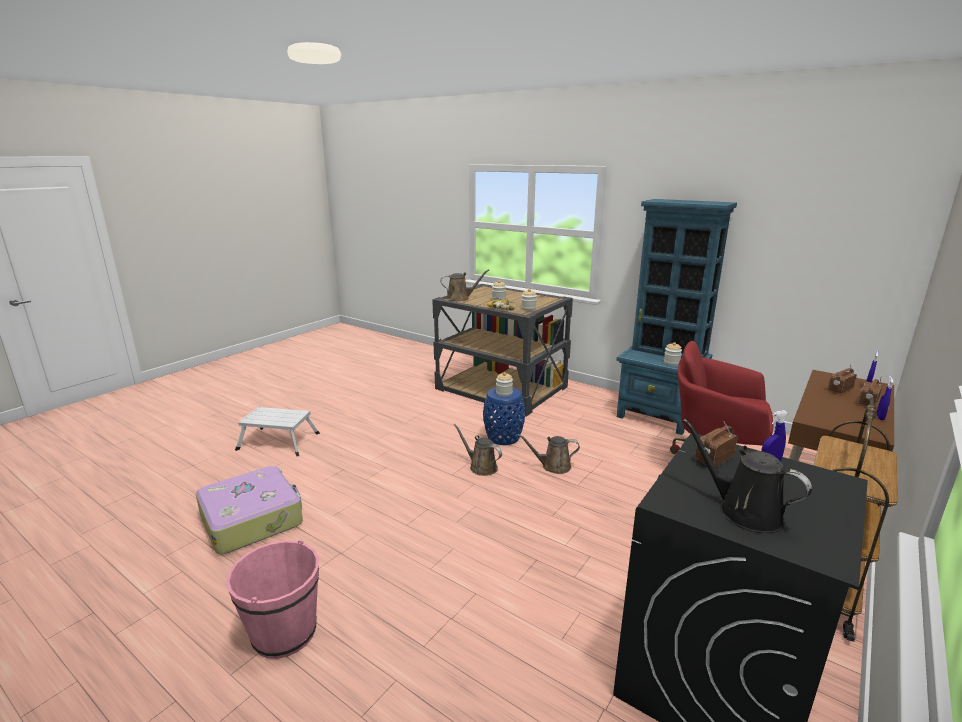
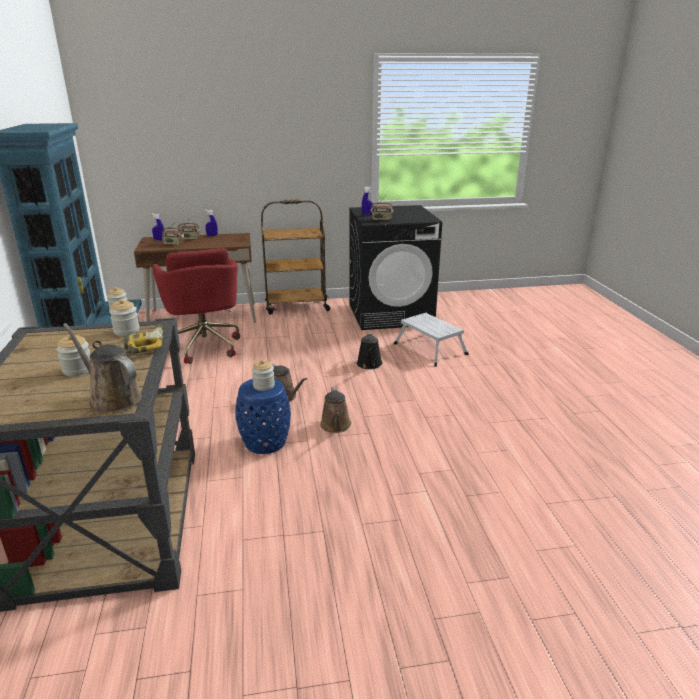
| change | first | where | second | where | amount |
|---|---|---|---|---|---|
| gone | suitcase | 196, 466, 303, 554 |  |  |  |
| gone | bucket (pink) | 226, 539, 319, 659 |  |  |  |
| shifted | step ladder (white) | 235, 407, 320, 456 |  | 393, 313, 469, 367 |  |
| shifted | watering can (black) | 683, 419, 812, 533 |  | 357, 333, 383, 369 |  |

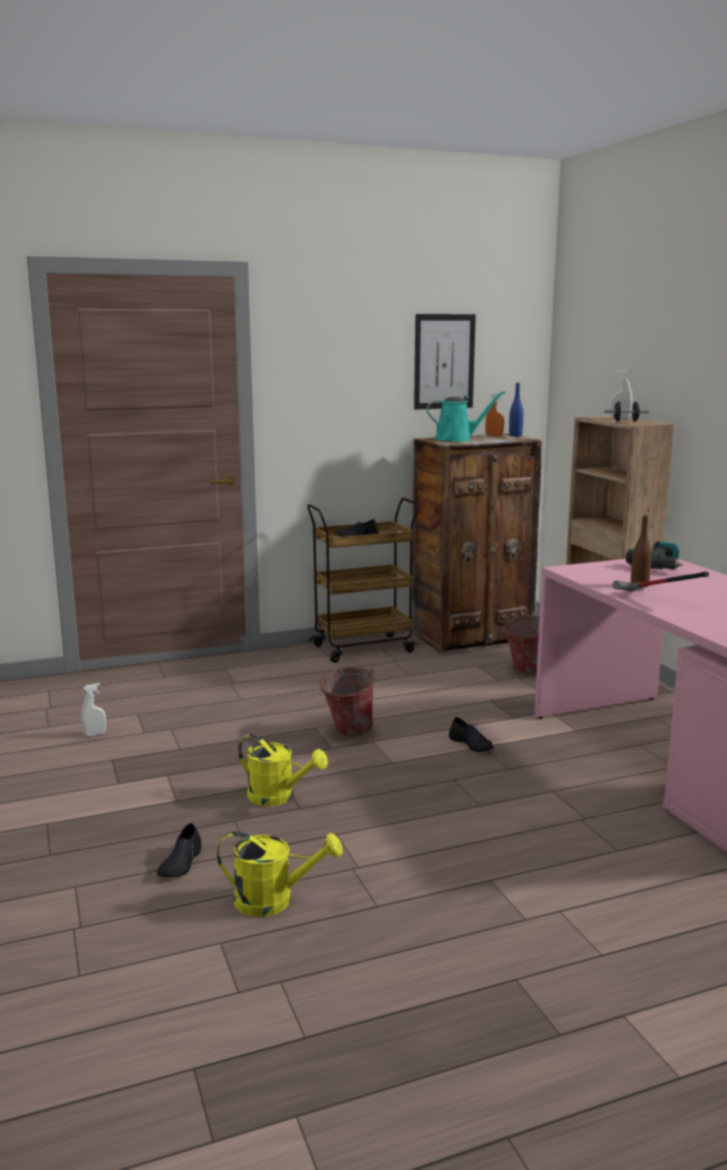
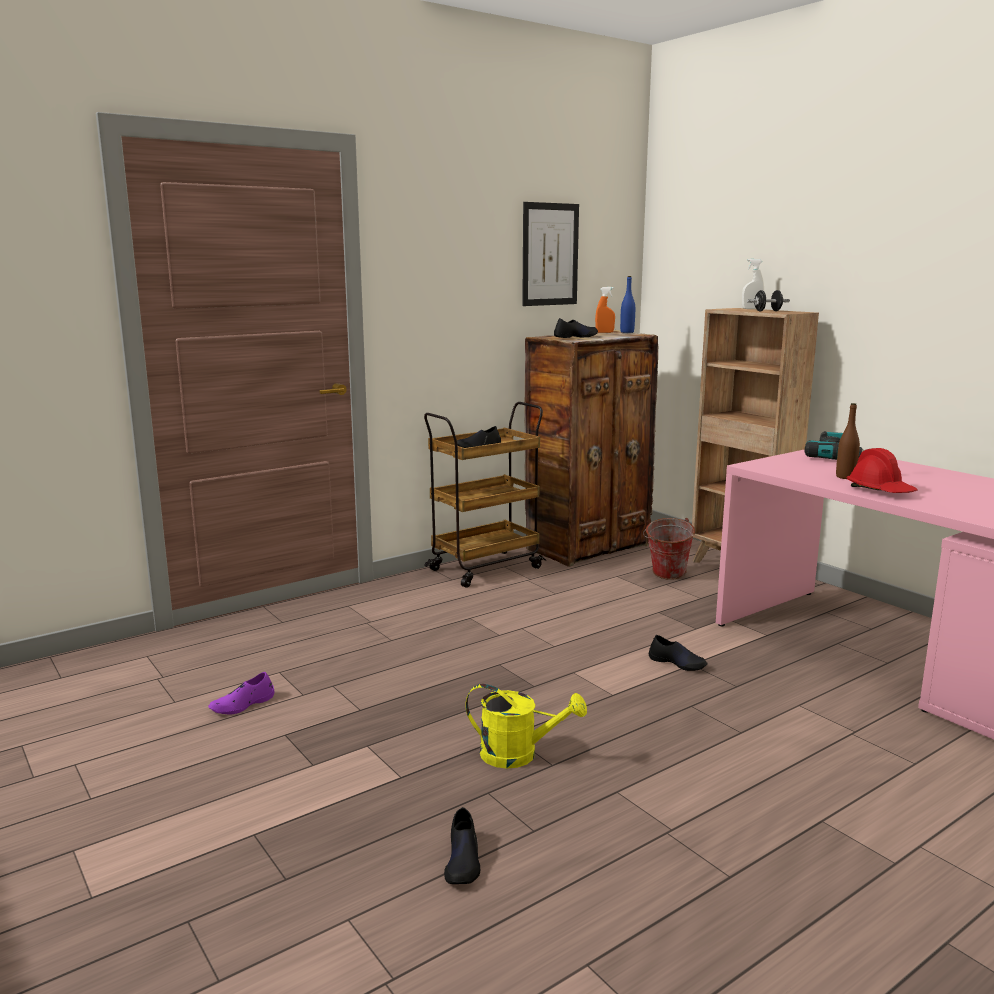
| change | first | where | second | where | amount |
|---|---|---|---|---|---|
| swapped | spray bottle (white) | 81, 683, 106, 737 | shoe (purple) | 208, 672, 274, 714 |  |
| gone | watering can (yellow) | 217, 831, 343, 917 |  |  |  |
| gone | bucket | 318, 666, 375, 736 |  |  |  |
| swapped | watering can (turquoise) | 426, 391, 505, 442 | shoe (black) | 554, 318, 598, 338 |  |
| swapped | hammer | 612, 571, 709, 591 | hard hat (red) | 846, 448, 918, 493 |  |

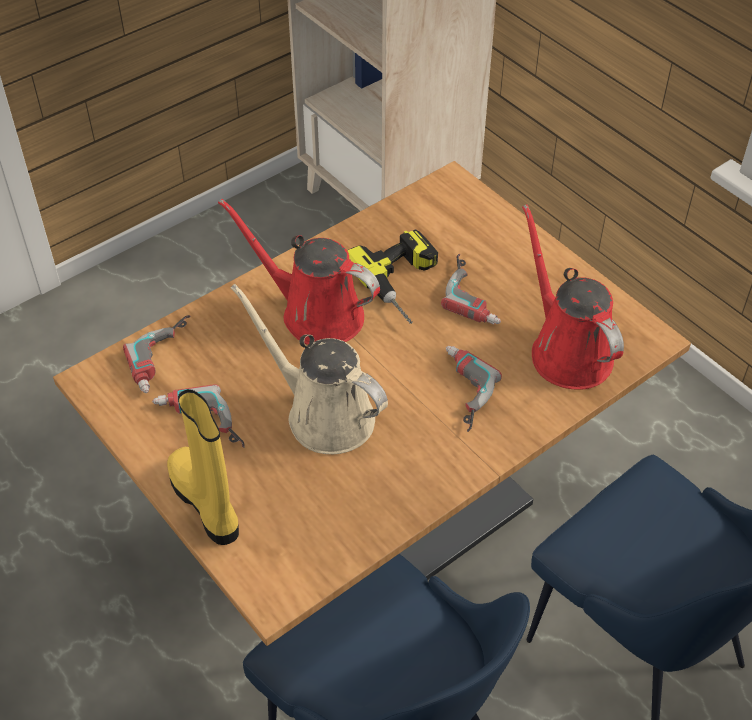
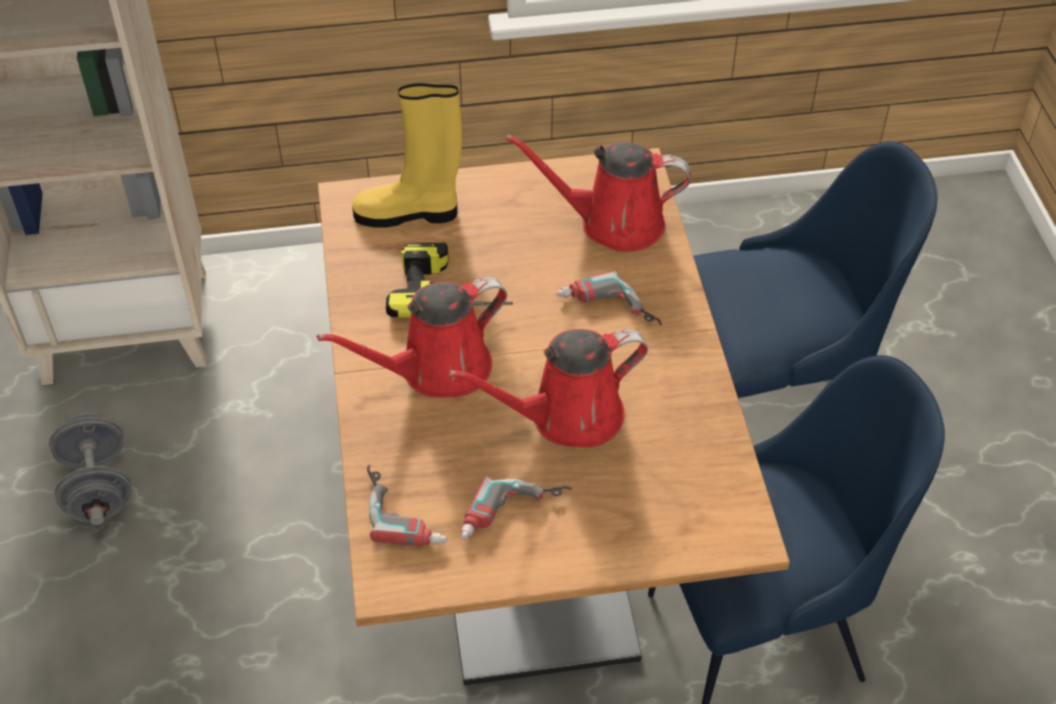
| change | first | where | second | where | amount |
|---|---|---|---|---|---|
| shifted | boot (yellow) | 167, 389, 239, 545 |  | 352, 83, 462, 228 |  |
| repainted | watering can (beige) | 231, 284, 388, 454 | watering can (red) | 448, 329, 648, 448 |  |
| gone | power drill | 441, 254, 501, 325 |  |  |  |
| new |  |  | dumbbell (grey) | 49, 413, 132, 525 |  |

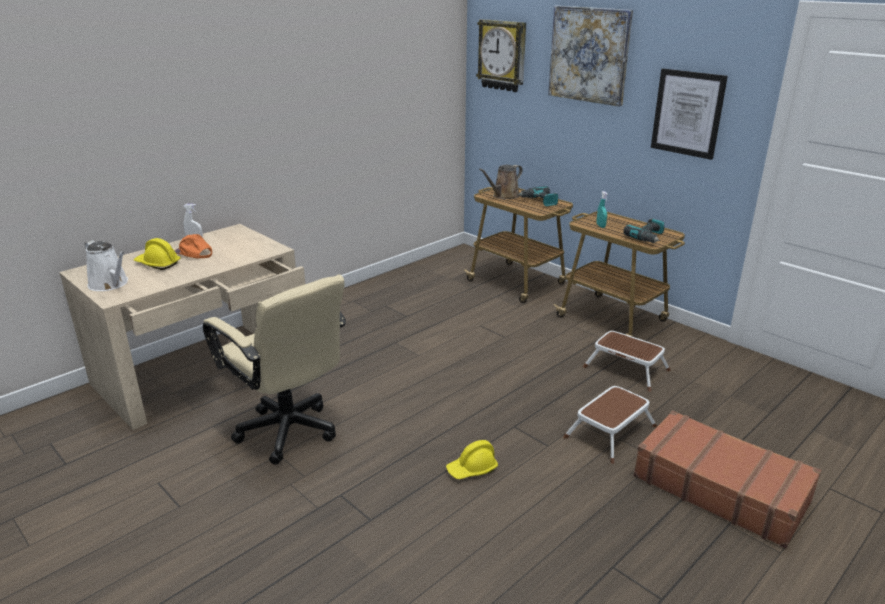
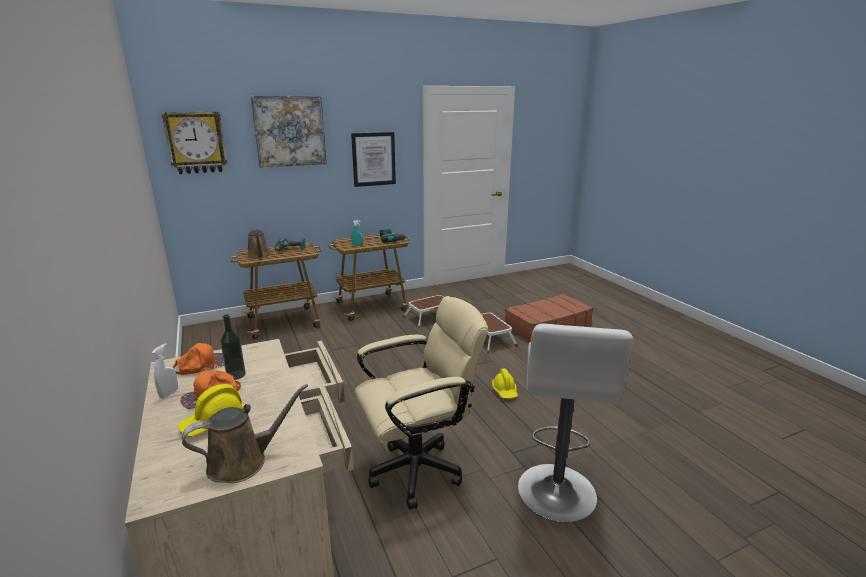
| change | first | where | second | where | amount |
|---|---|---|---|---|---|
| repainted | watering can (white) | 85, 240, 128, 291 | watering can (brown) | 182, 384, 308, 483 |  |
| new |  |  | cap (orange) | 173, 343, 225, 375 |  |
| new |  |  | bottle | 220, 314, 246, 380 |  |
| new |  |  | stool (white) | 518, 324, 633, 522 |  |

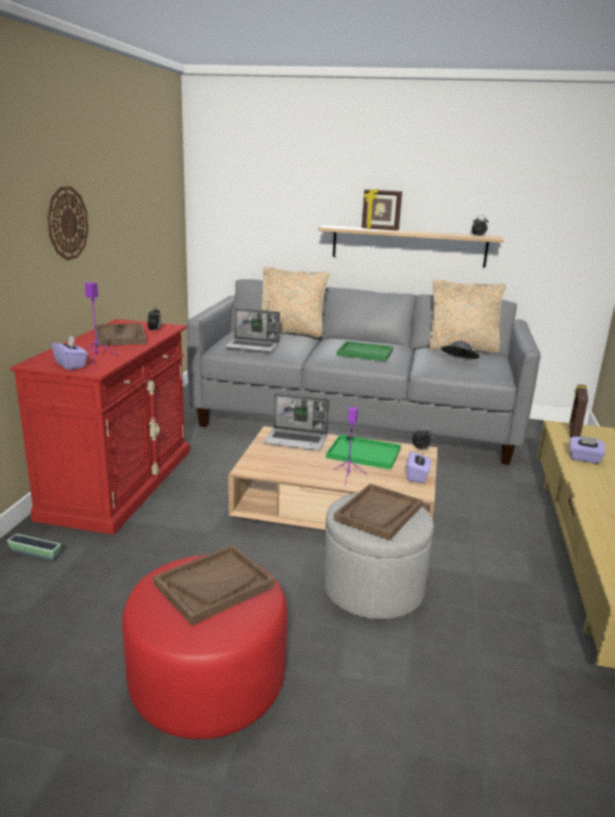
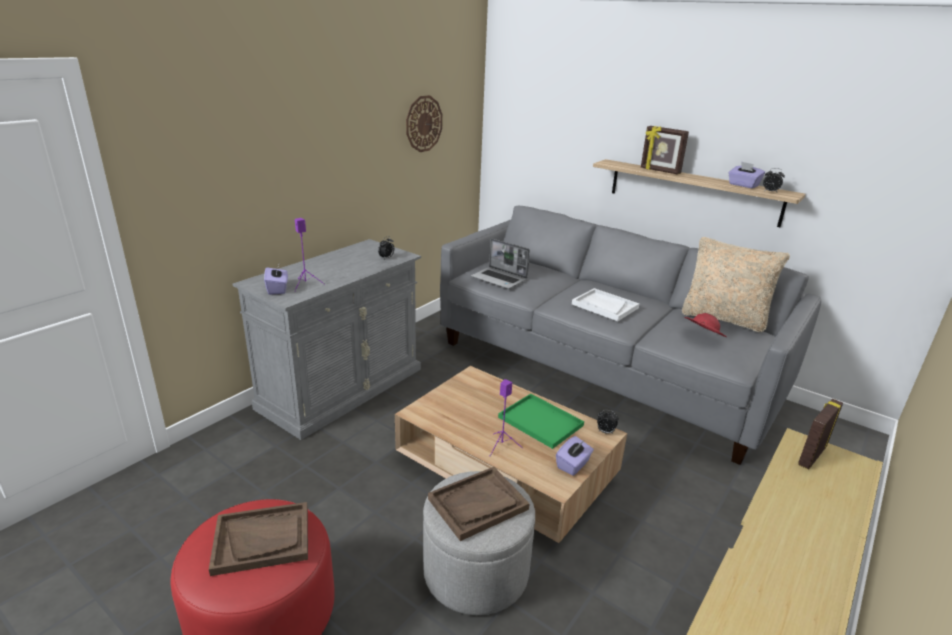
| change | first | where | second | where | amount |
|---|---|---|---|---|---|
| gone | planter | 7, 534, 61, 561 |  |  |  |
| repainted | dresser (red) | 10, 319, 190, 535 | dresser (grey) | 233, 239, 421, 440 |  |
| shifted | wall clock | 47, 186, 89, 260 |  | 406, 95, 443, 152 |  |
| gone | tray (brown) | 95, 323, 146, 346 |  |  |  |
| gone | pillow (beige) | 261, 267, 330, 338 |  |  |  |
| gone | laptop | 264, 393, 329, 450 |  |  |  |
| repainted | tray (green) | 337, 341, 393, 361 | tray (white) | 572, 288, 639, 321 |  |
| repainted | hat (grey) | 441, 341, 480, 359 | hat (red) | 684, 313, 727, 337 |  |
| shifted | tissue box (purple) | 570, 436, 605, 464 |  | 729, 161, 765, 188 |  |

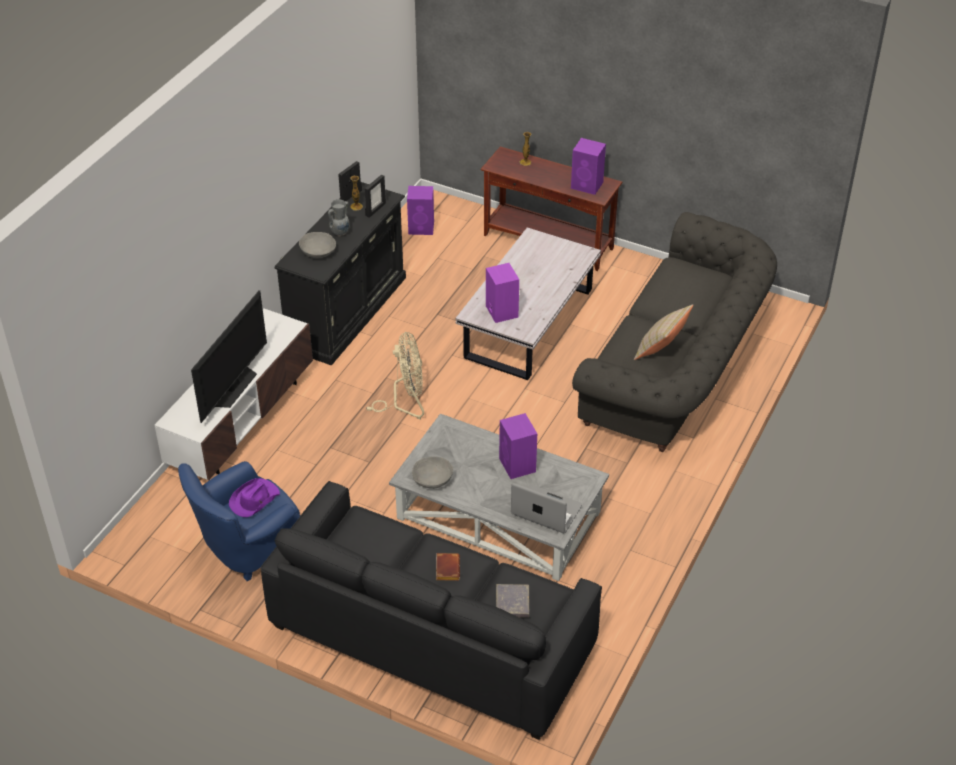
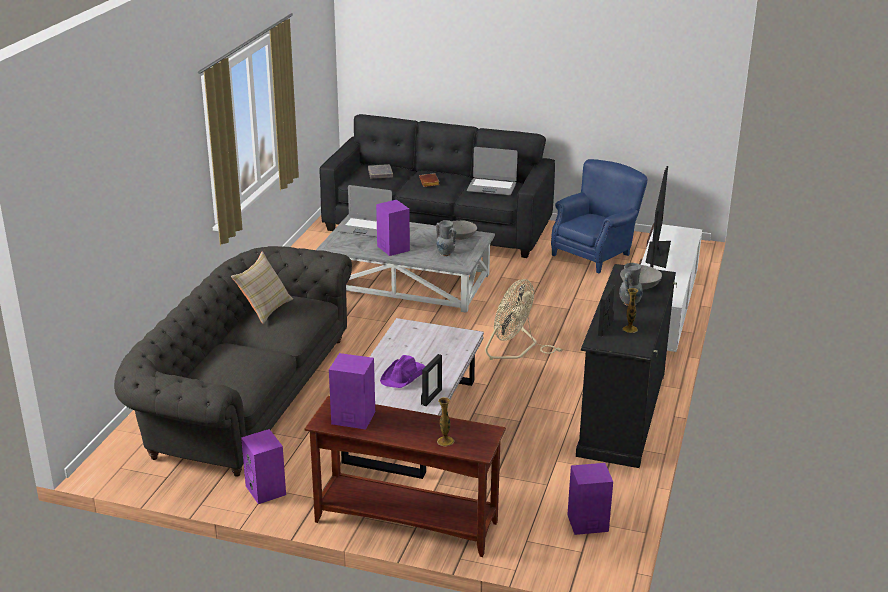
| change | first | where | second | where | amount |
|---|---|---|---|---|---|
| shifted | hat (purple) | 229, 478, 280, 517 |  | 380, 355, 426, 388 |  |
| shifted | picture frame | 338, 161, 362, 201 |  | 421, 354, 442, 406 |  |
| rotated | fan (beige) | 365, 332, 424, 419 |  | 485, 279, 562, 360 | 45 degrees clockwise |
| shifted | speaker (purple) | 486, 263, 519, 323 |  | 241, 429, 286, 504 |  |
| new |  |  | vase (grey) | 436, 220, 456, 256 |  |
| new |  |  | laptop | 467, 147, 518, 195 |  |

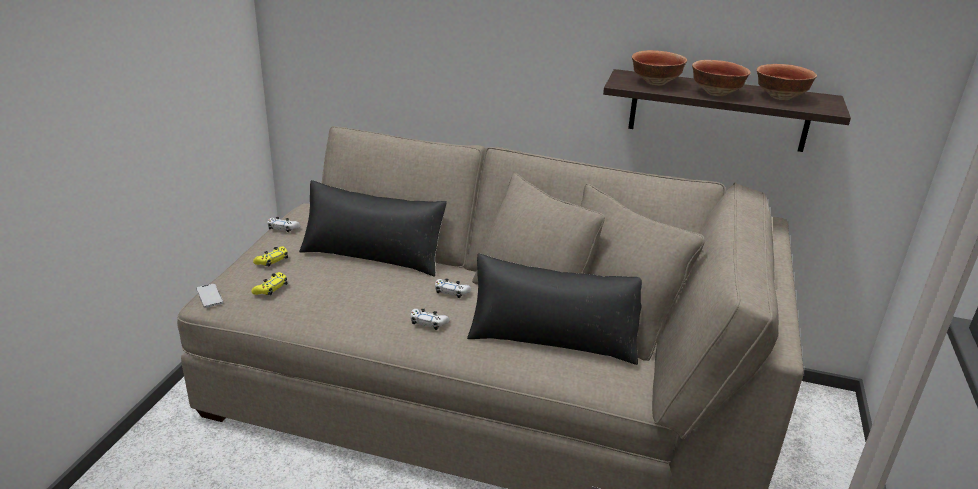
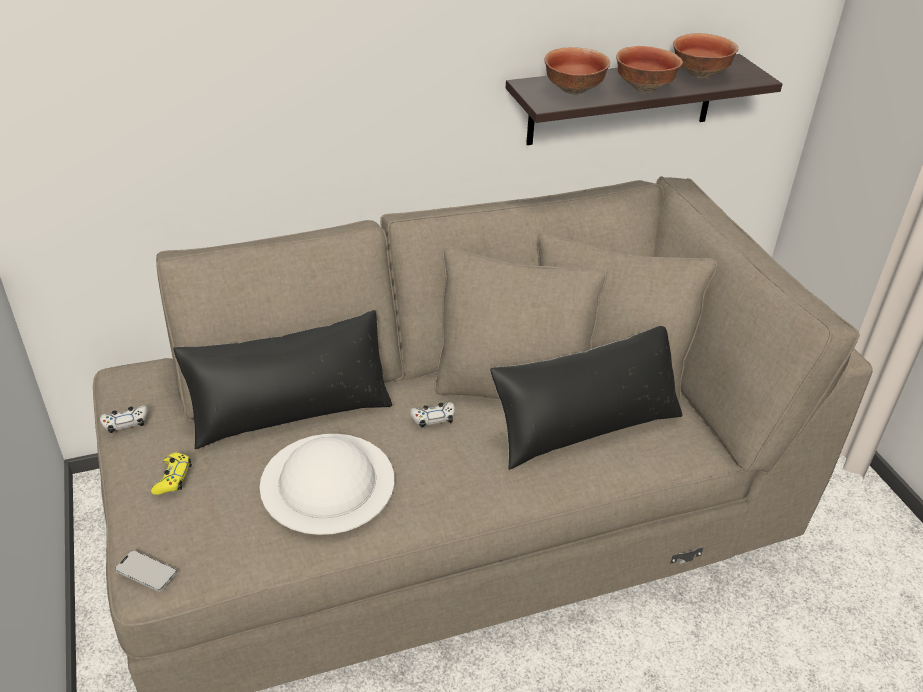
| change | first | where | second | where | amount |
|---|---|---|---|---|---|
| gone | game controller (yellow) | 251, 272, 288, 295 |  |  |  |
| gone | game controller (white) | 410, 308, 450, 330 |  |  |  |
| new |  |  | hat (white) | 260, 434, 394, 535 |  |

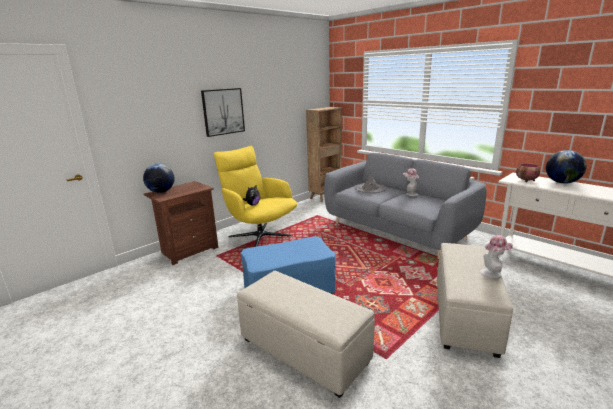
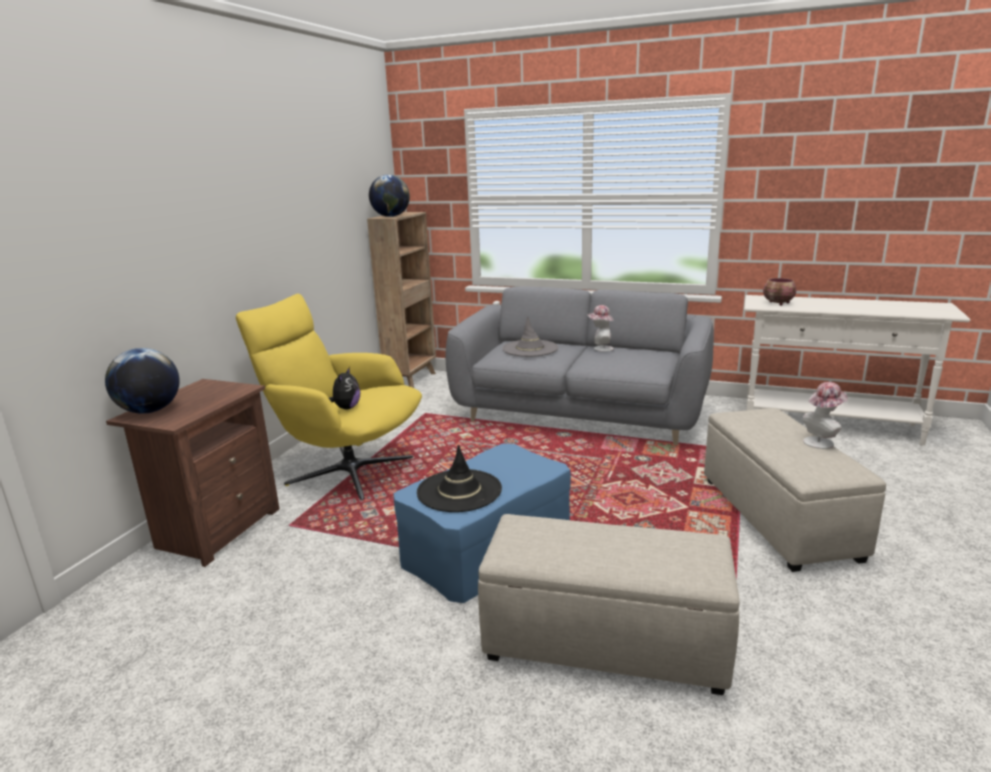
| change | first | where | second | where | amount |
|---|---|---|---|---|---|
| gone | picture | 201, 88, 245, 137 |  |  |  |
| shifted | globe | 546, 150, 587, 184 |  | 369, 175, 410, 217 |  |
| new |  |  | hat (black) | 417, 445, 502, 512 |  |

